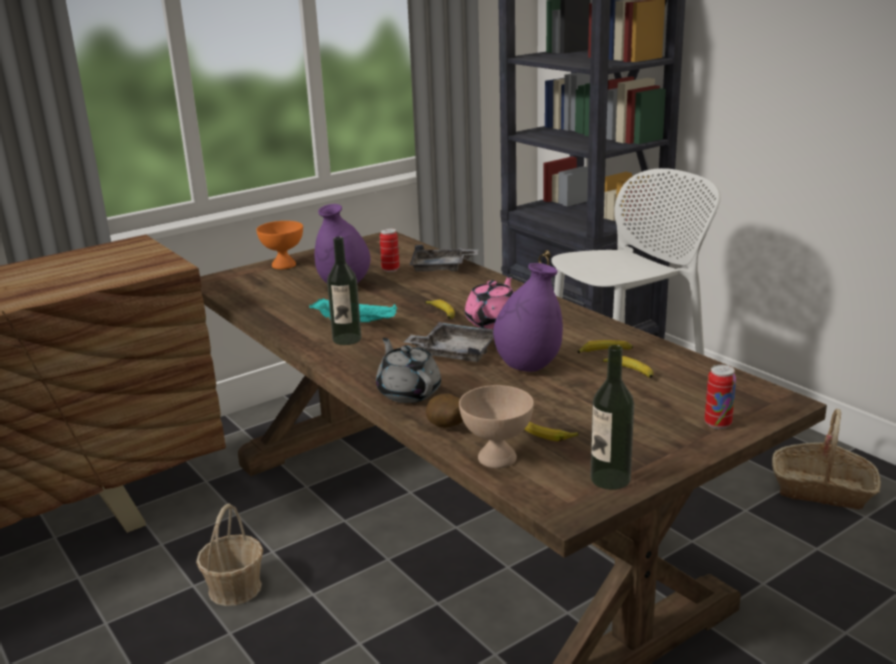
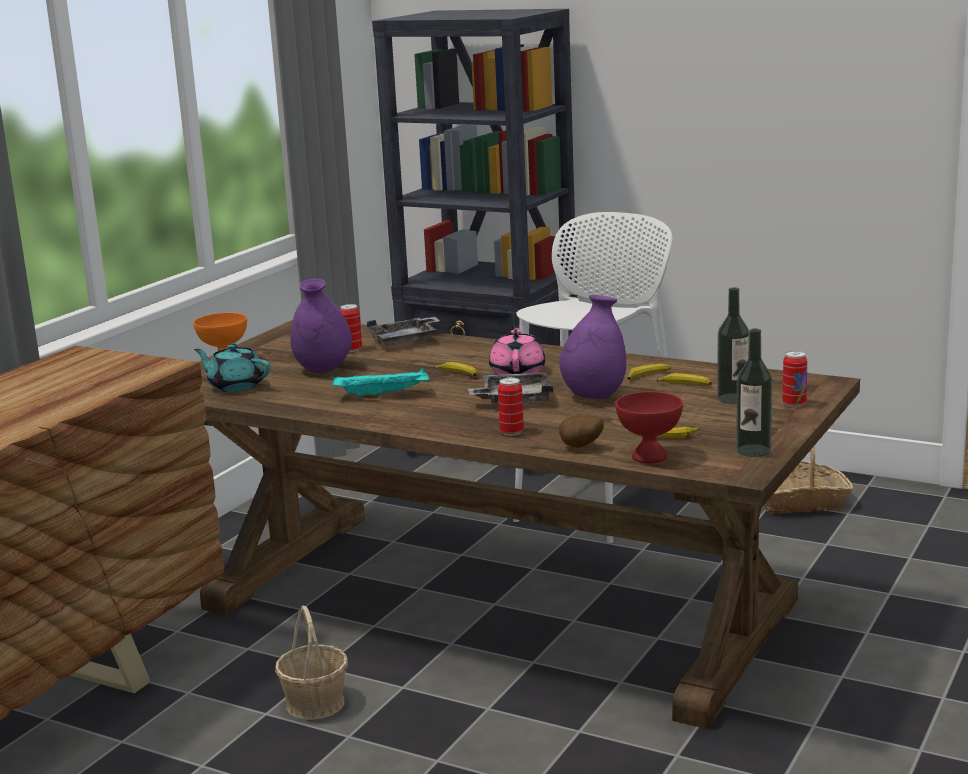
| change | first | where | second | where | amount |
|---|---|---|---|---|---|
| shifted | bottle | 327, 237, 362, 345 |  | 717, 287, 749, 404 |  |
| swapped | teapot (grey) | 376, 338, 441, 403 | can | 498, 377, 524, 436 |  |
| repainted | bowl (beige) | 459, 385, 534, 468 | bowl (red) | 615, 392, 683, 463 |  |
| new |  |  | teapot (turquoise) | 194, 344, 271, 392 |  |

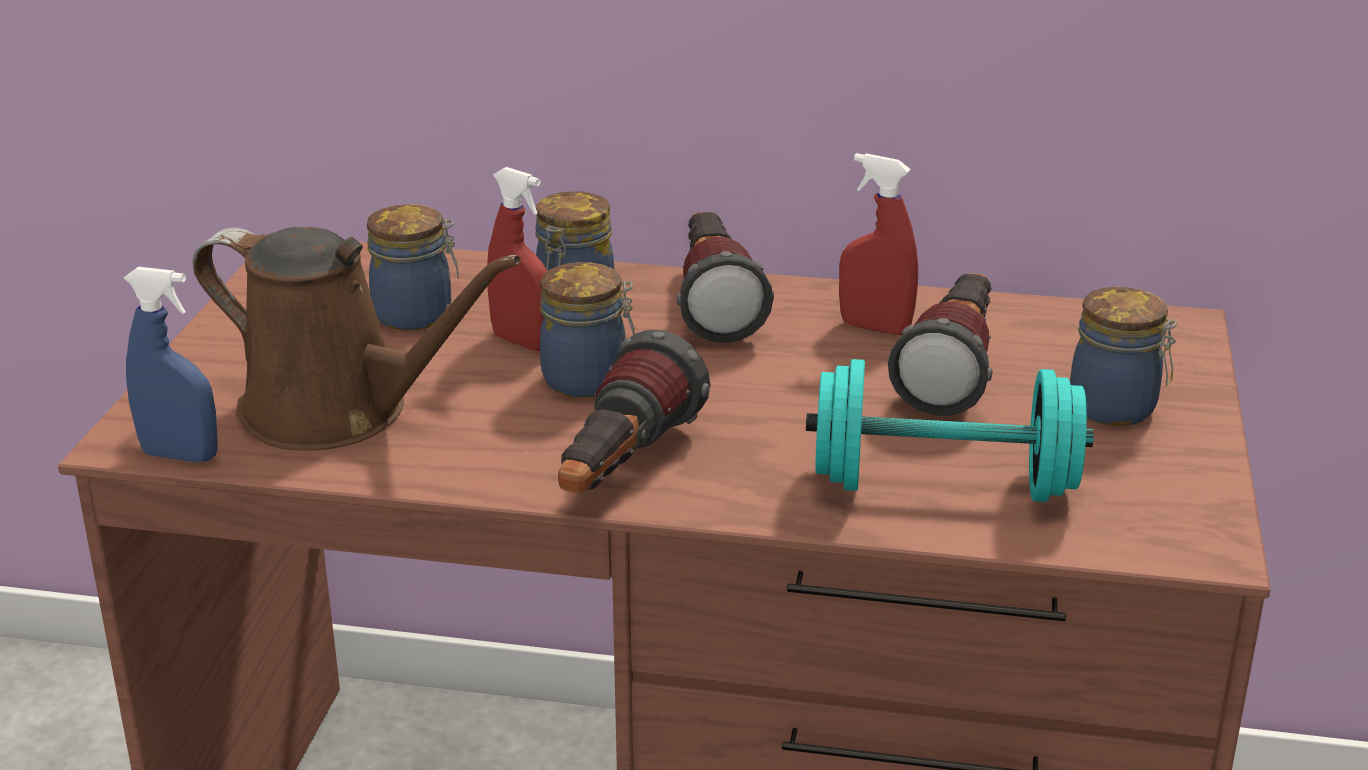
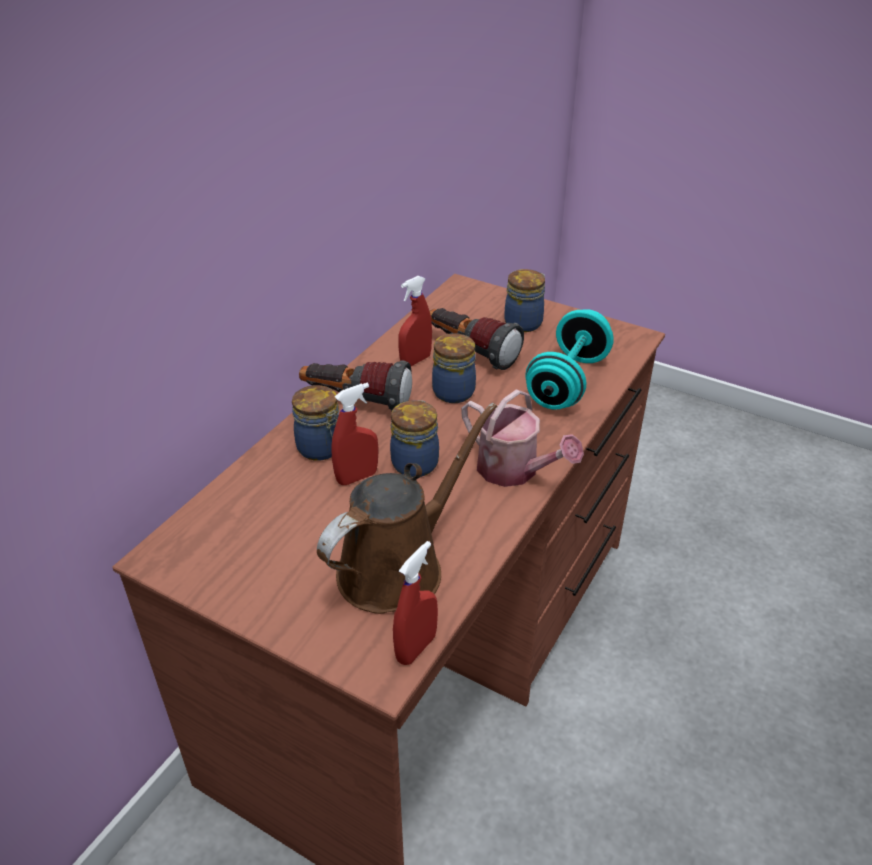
| change | first | where | second | where | amount |
|---|---|---|---|---|---|
| repainted | spray bottle (blue) | 124, 267, 218, 462 | spray bottle (red) | 393, 541, 438, 665 |  |
| shifted | jar | 367, 204, 459, 331 |  | 432, 333, 476, 403 |  |
| swapped | flashlight | 558, 330, 710, 494 | watering can | 461, 389, 584, 487 |  |

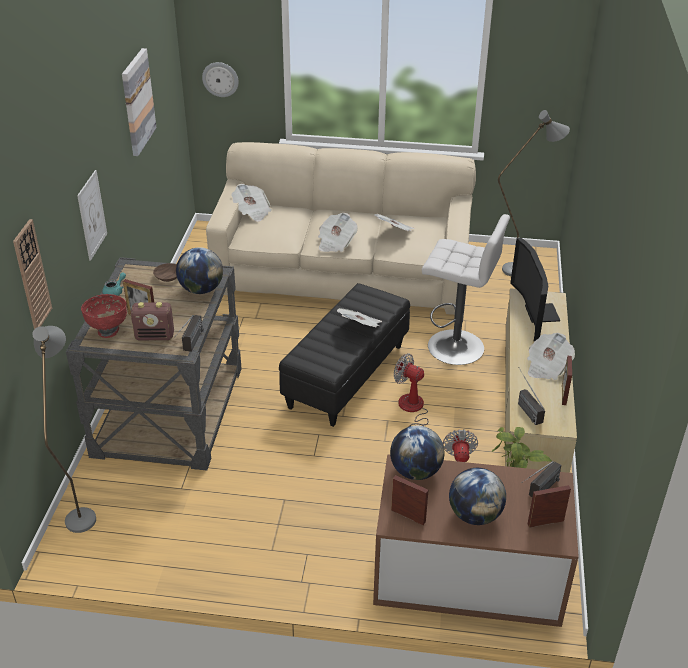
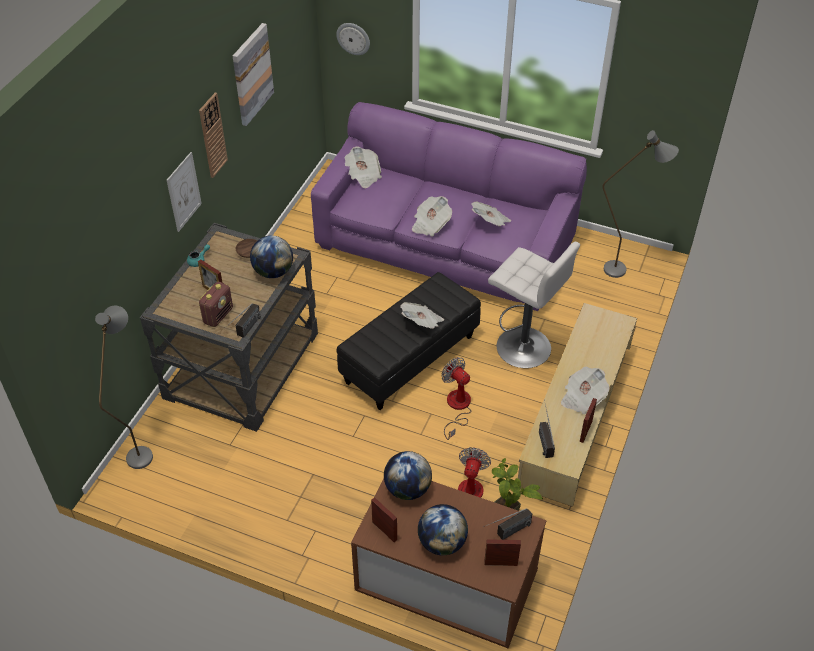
| change | first | where | second | where | amount |
|---|---|---|---|---|---|
| shifted | wall clock | 13, 219, 52, 329 |  | 199, 92, 228, 178 |  |
| gone | bowl (red) | 81, 294, 127, 338 |  |  |  |
| rotated | radio | 131, 302, 174, 340 |  | 199, 282, 233, 327 | 75 degrees counterclockwise |
| repainted | sofa (beige) | 206, 142, 476, 315 | sofa (purple) | 311, 102, 587, 311 |  |
| gone | television | 510, 238, 560, 342 |  |  |  |

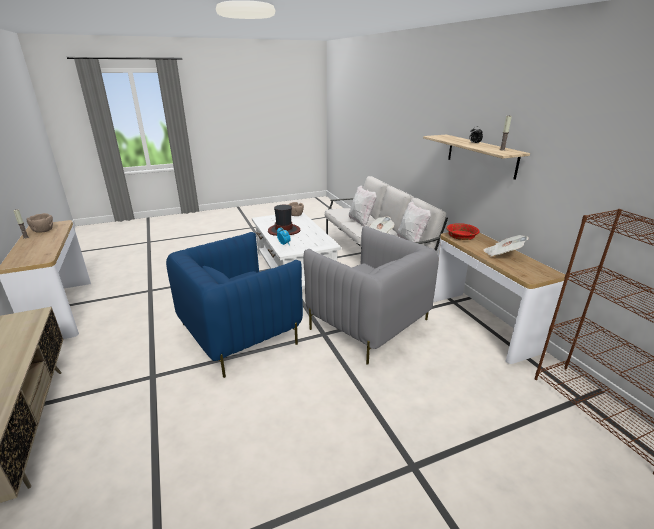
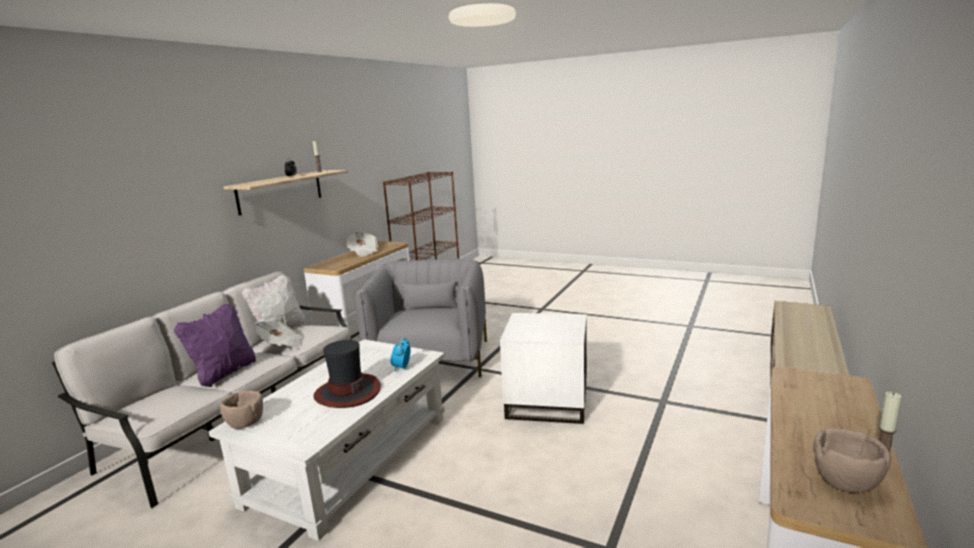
| change | first | where | second | where | amount |
|---|---|---|---|---|---|
| swapped | armchair (blue) | 166, 232, 303, 378 | side table (white) | 500, 313, 587, 424 |  |
| repainted | pillow (white) | 349, 186, 377, 227 | pillow (purple) | 174, 304, 256, 387 |  |
| gone | bowl (red) | 446, 223, 479, 240 |  |  |  |

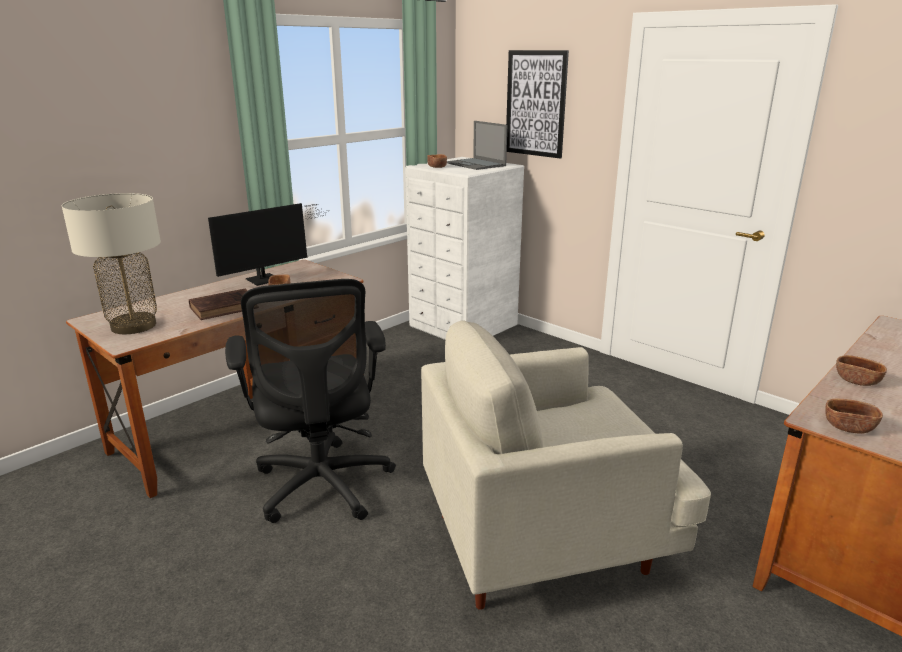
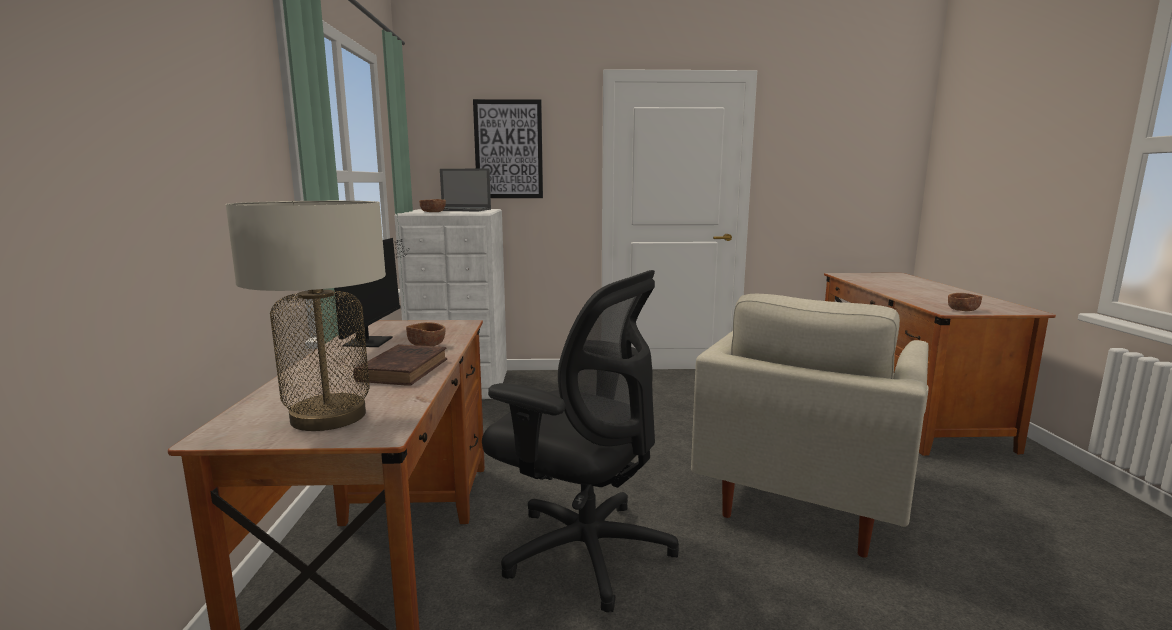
| change | first | where | second | where | amount |
|---|---|---|---|---|---|
| gone | bowl (brown) | 836, 355, 887, 386 |  |  |  |

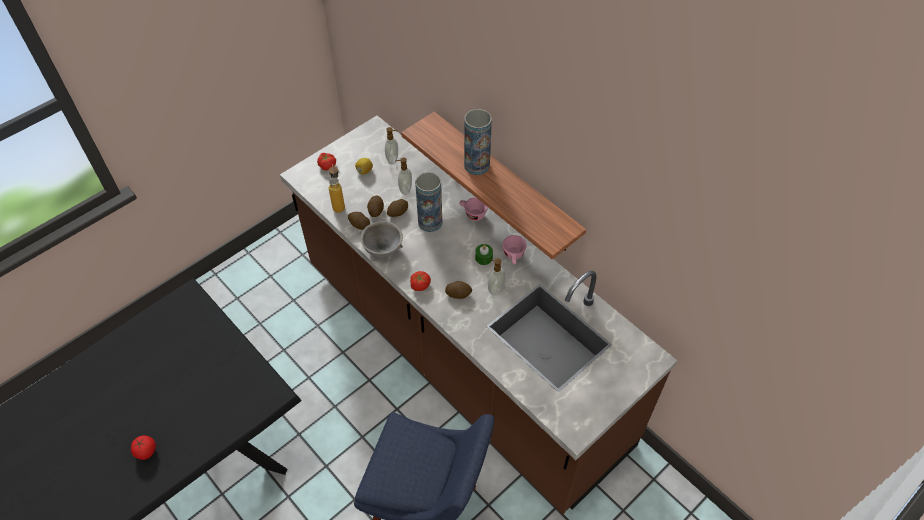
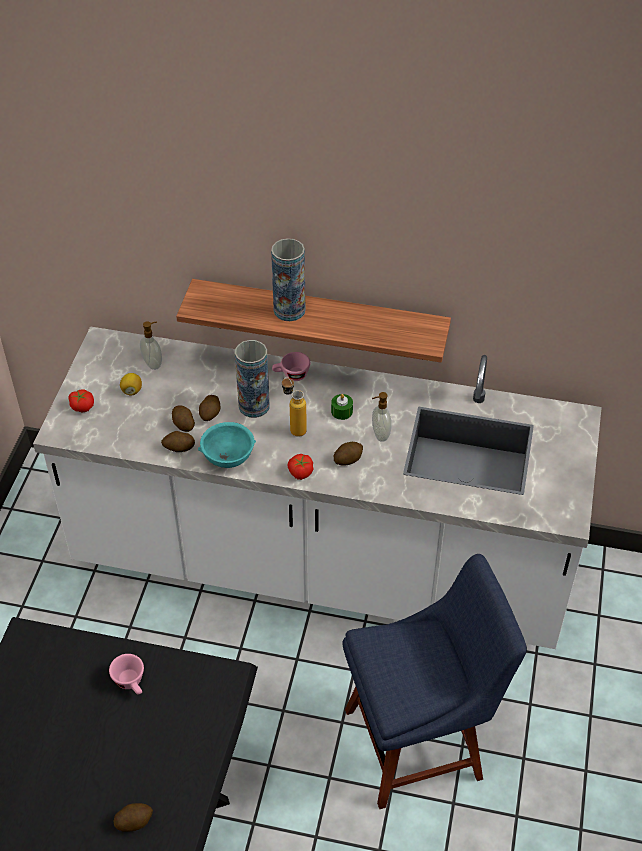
| change | first | where | second | where | amount |
|---|---|---|---|---|---|
| swapped | tomato | 131, 435, 156, 460 | potato | 113, 803, 153, 832 |  |
| repainted | counter (brown) | 280, 116, 678, 514 | counter (white) | 33, 326, 602, 649 |  |
| shifted | bottle | 329, 165, 345, 213 |  | 282, 376, 307, 437 |  |
| repainted | bowl (grey) | 361, 221, 403, 257 | bowl (turquoise) | 198, 422, 256, 468 |  |
| gone | soap dispenser | 395, 158, 412, 195 |  |  |  |
| shifted | cup (pink) | 502, 235, 527, 264 |  | 109, 654, 144, 695 |  |

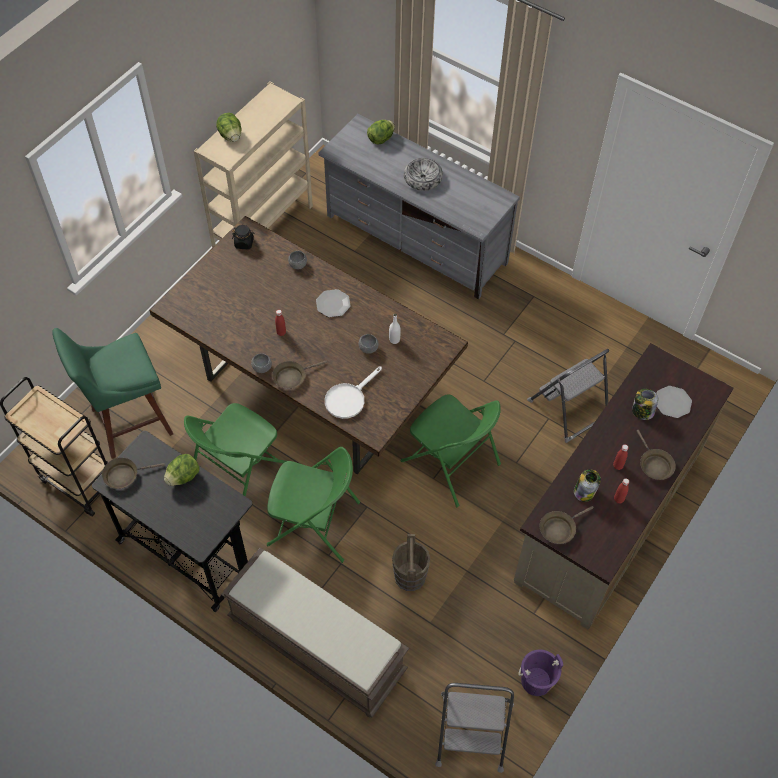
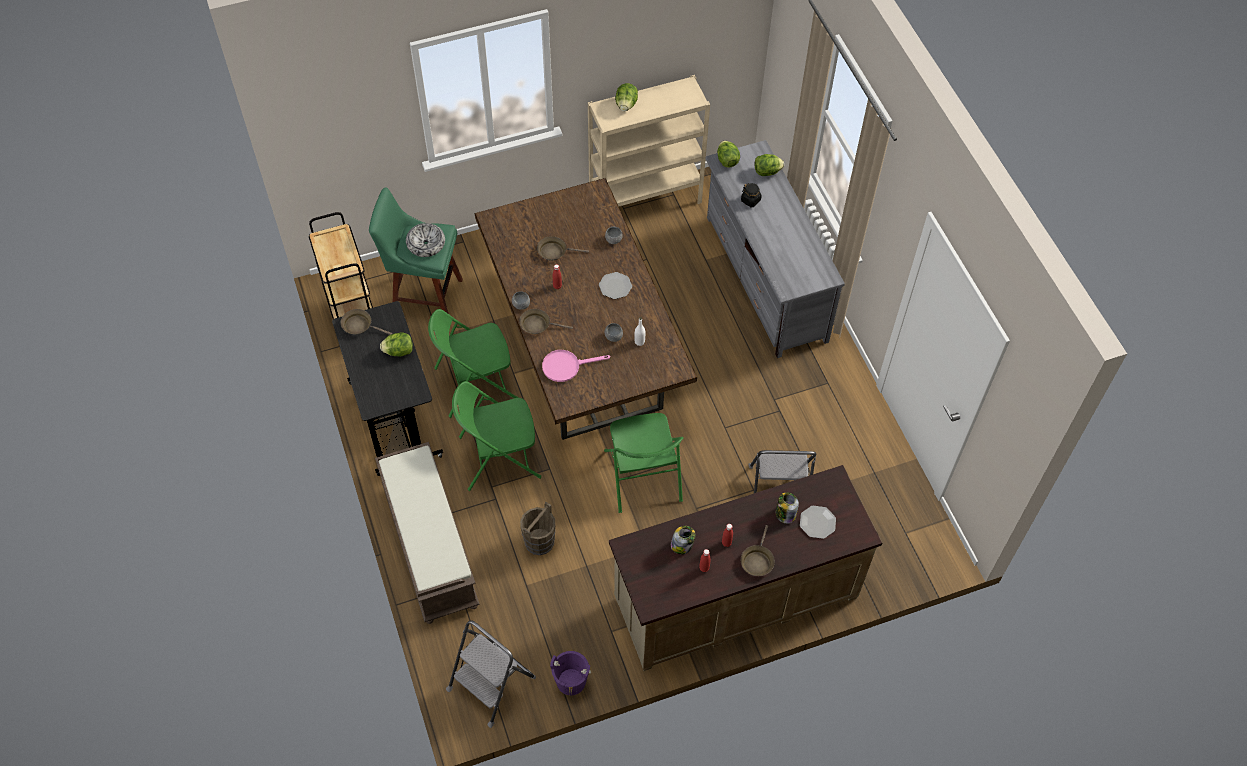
| change | first | where | second | where | amount |
|---|---|---|---|---|---|
| shifted | jar (black) | 232, 225, 255, 249 |  | 741, 183, 762, 207 |  |
| rotated | chair (green) | 267, 447, 360, 563 |  | 452, 381, 541, 491 | 120 degrees clockwise |
| repainted | frying pan (white) | 325, 366, 382, 419 | frying pan (pink) | 542, 350, 610, 382 |  |
| shifted | bowl | 404, 158, 443, 191 |  | 406, 223, 445, 257 |  |
| shifted | frying pan (brown) | 540, 506, 594, 544 |  | 537, 236, 589, 260 |  |
| new |  |  | lettuce | 717, 141, 740, 168 |  |

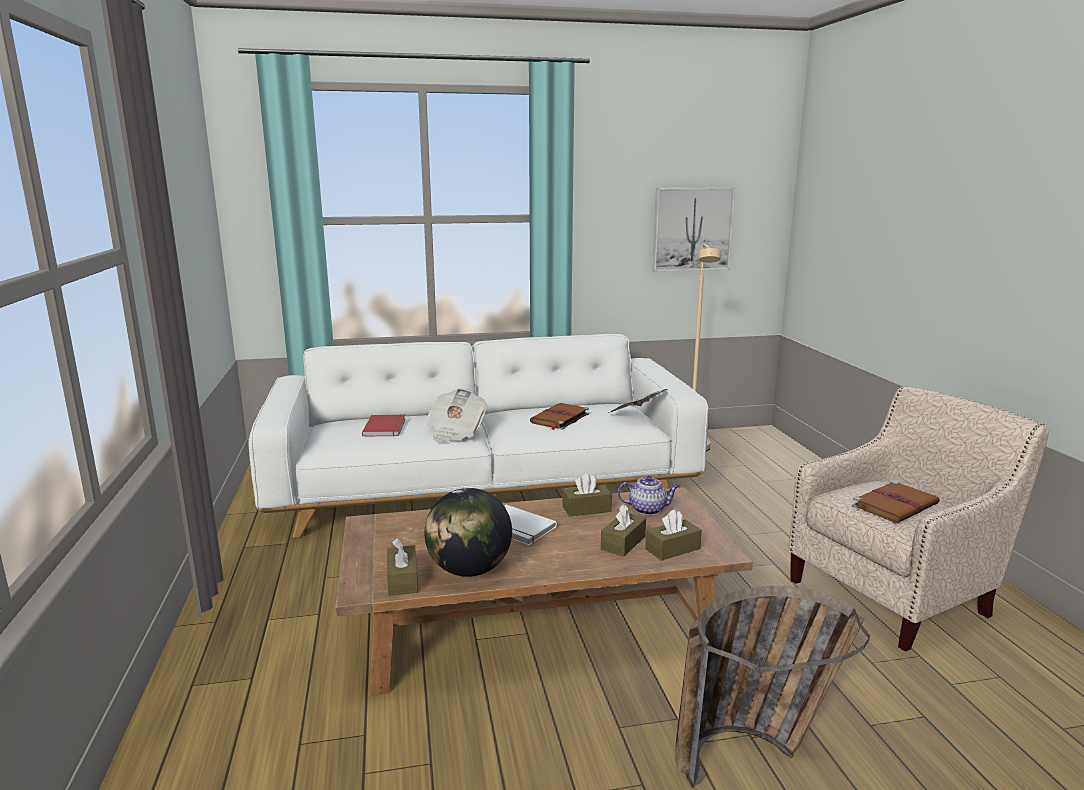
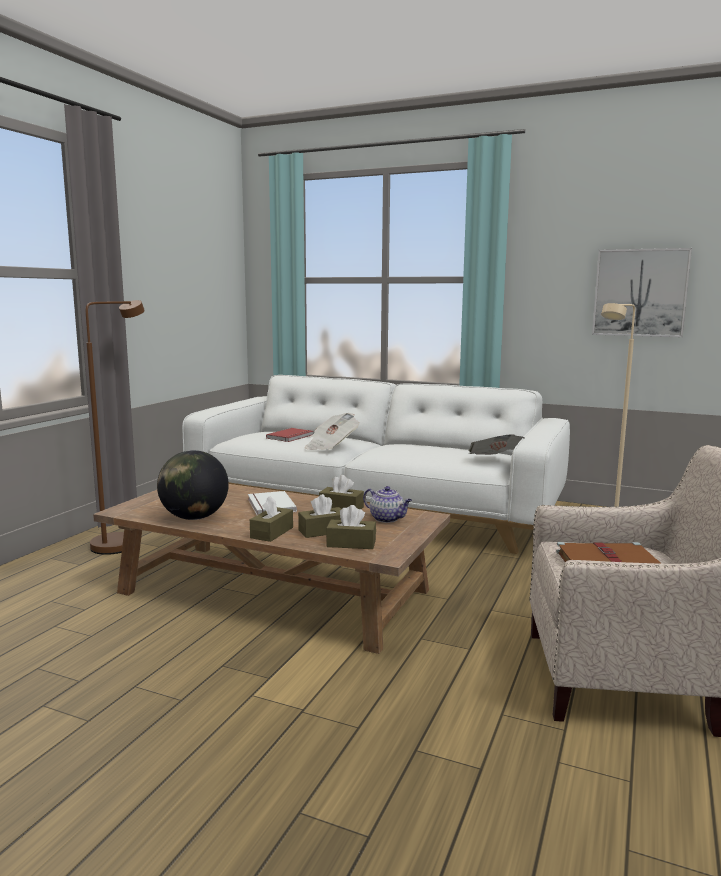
| change | first | where | second | where | amount |
|---|---|---|---|---|---|
| shifted | tissue box (brown) | 387, 538, 418, 596 |  | 250, 496, 293, 542 |  |
| gone | book (brown) | 530, 403, 589, 430 |  |  |  |
| gone | basket | 675, 586, 870, 788 |  |  |  |
| new |  |  | floor lamp (brown) | 86, 300, 145, 555 |  |

